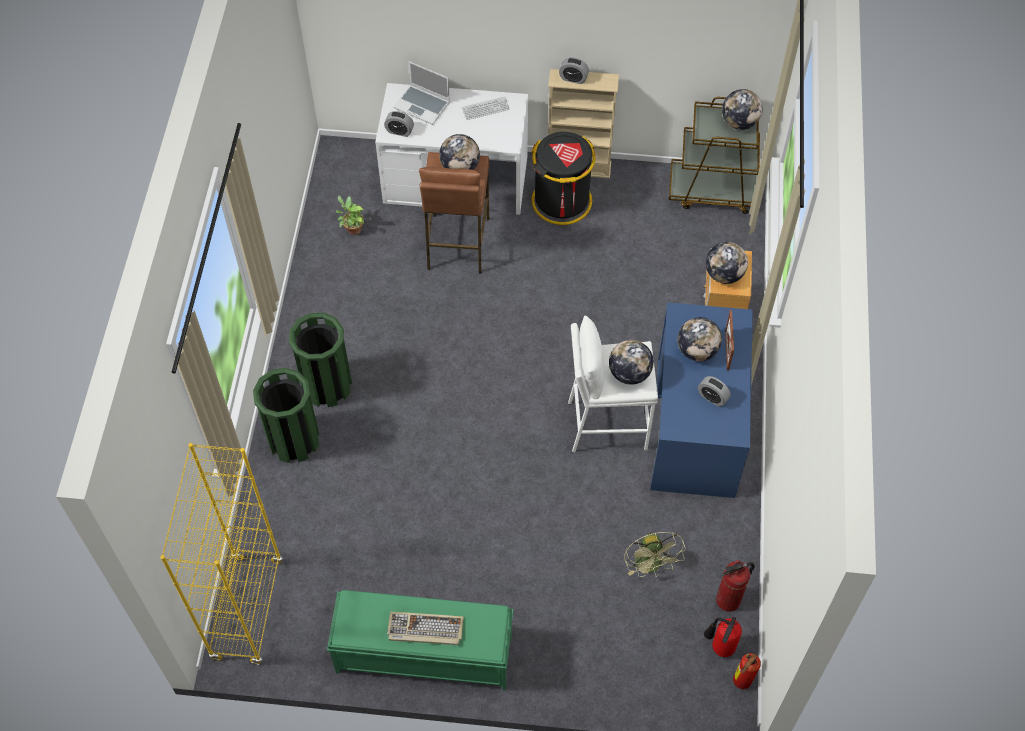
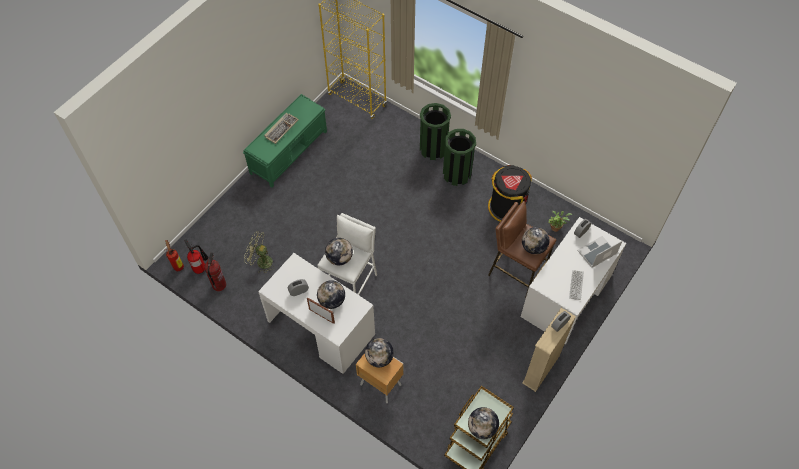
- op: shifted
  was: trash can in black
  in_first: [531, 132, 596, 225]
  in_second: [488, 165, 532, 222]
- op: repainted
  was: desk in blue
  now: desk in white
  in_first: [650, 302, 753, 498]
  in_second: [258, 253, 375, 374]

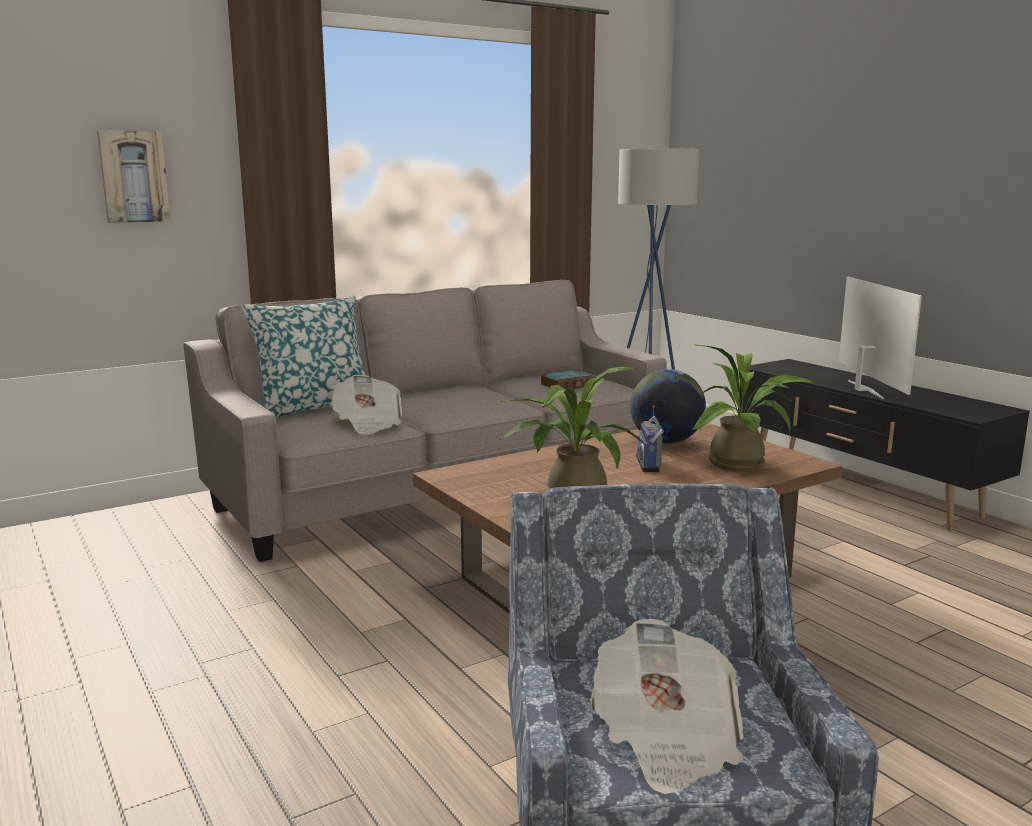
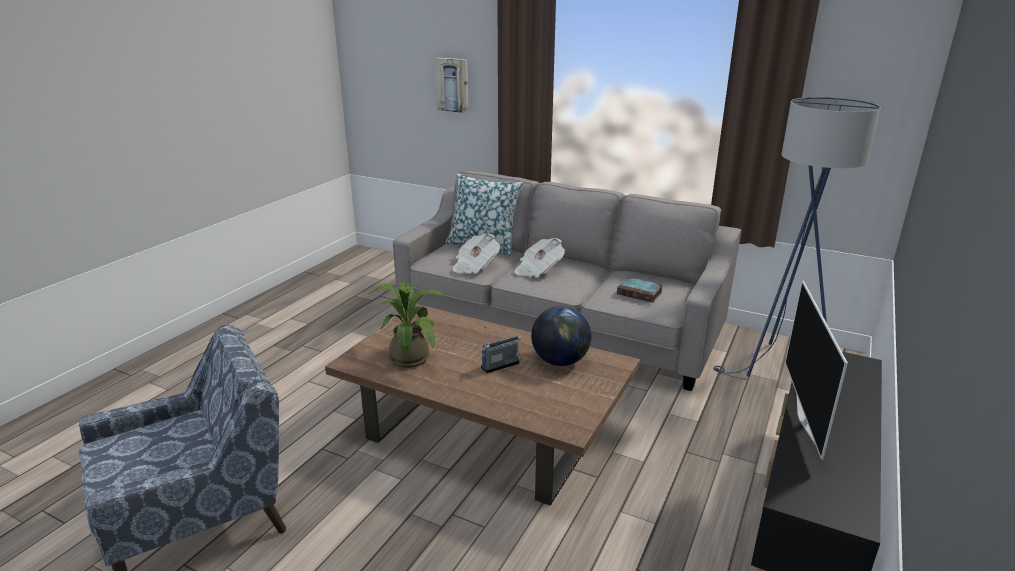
- op: gone
  was: potted plant
  in_first: [691, 345, 815, 472]
- op: shifted
  was: newspaper
  in_first: [590, 619, 743, 794]
  in_second: [514, 238, 565, 277]
- op: rotated
  was: television
  in_first: [839, 277, 922, 399]
  in_second: [785, 281, 848, 460]
  clockwise: 135

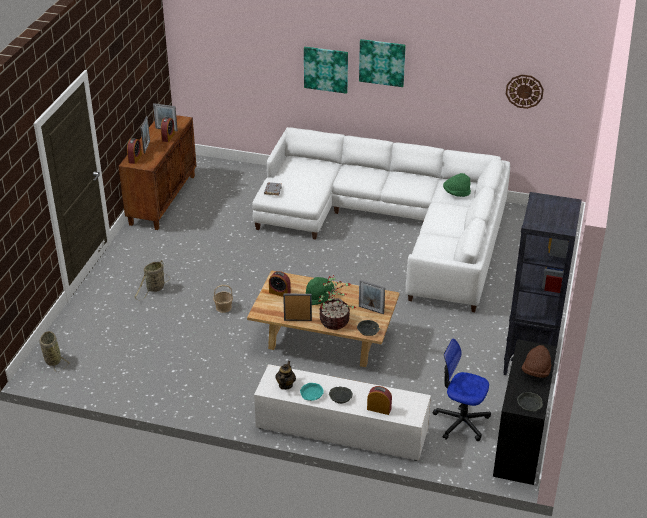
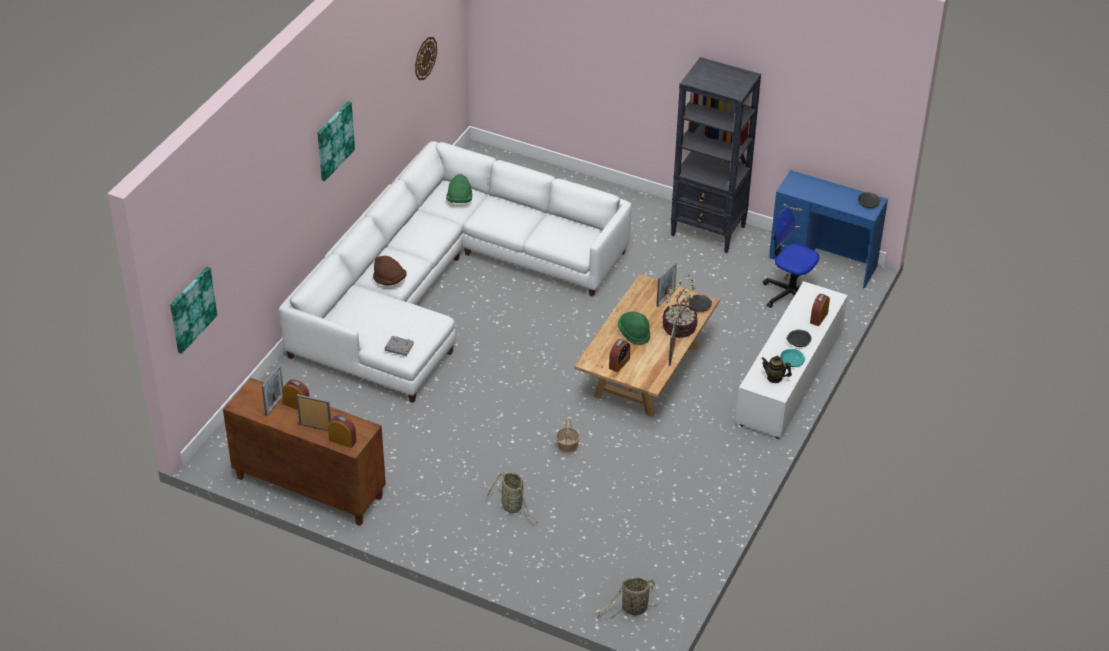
- op: shifted
  was: picture
  in_first: [304, 47, 348, 94]
  in_second: [170, 267, 217, 354]
- op: shifted
  was: hat in brown
  in_first: [522, 345, 551, 378]
  in_second: [373, 256, 407, 286]
- op: repainted
  was: desk in black
  now: desk in blue
  in_first: [493, 339, 557, 485]
  in_second: [769, 170, 888, 289]
- op: rotated
  was: office chair
  in_first: [433, 339, 491, 441]
  in_second: [763, 207, 819, 308]
  clockwise: 90

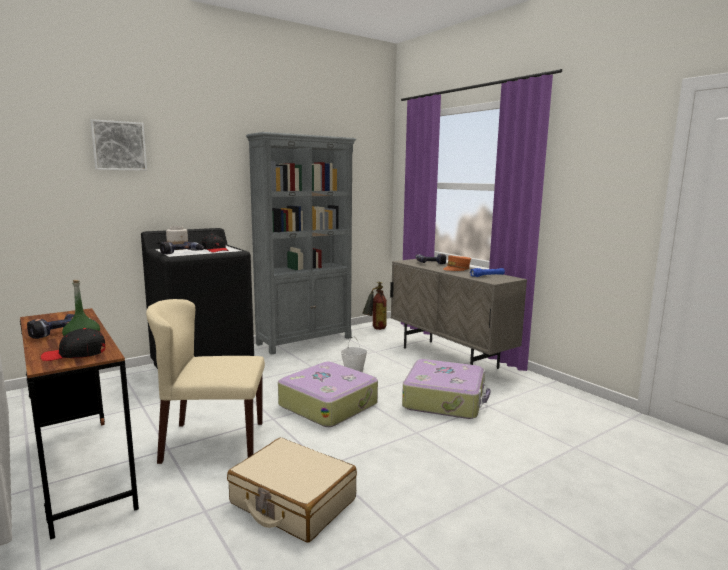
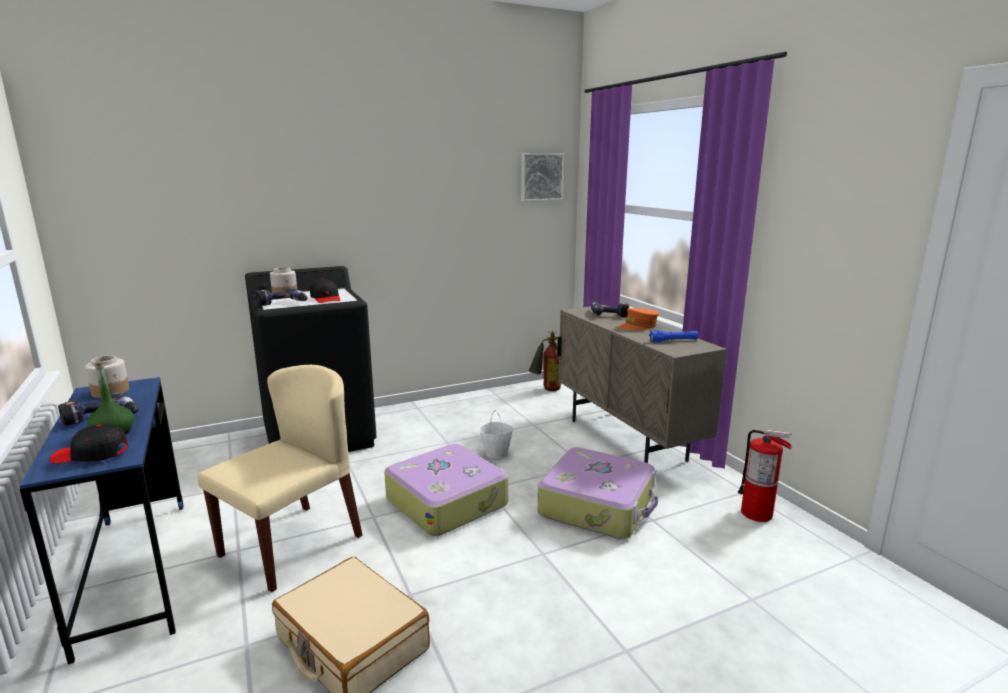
- op: gone
  was: bookcase in grey
  in_first: [246, 132, 356, 355]
- op: new
  now: jar
  in_second: [85, 355, 129, 398]
- op: new
  now: fire extinguisher
  in_second: [738, 430, 792, 522]
- op: shifted
  was: picture
  in_first: [90, 119, 147, 171]
  in_second: [521, 153, 564, 201]
- op: repainted
  was: desk in brown
  now: desk in blue
  in_first: [20, 308, 139, 540]
  in_second: [20, 377, 183, 664]
- op: rotated
  was: chair in beige
  in_first: [146, 299, 265, 464]
  in_second: [198, 365, 362, 592]
  clockwise: 120

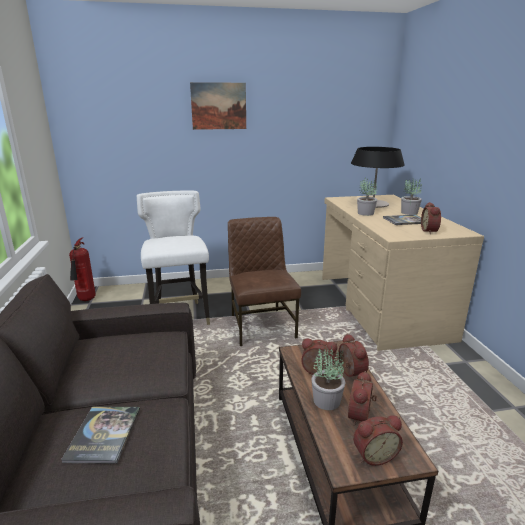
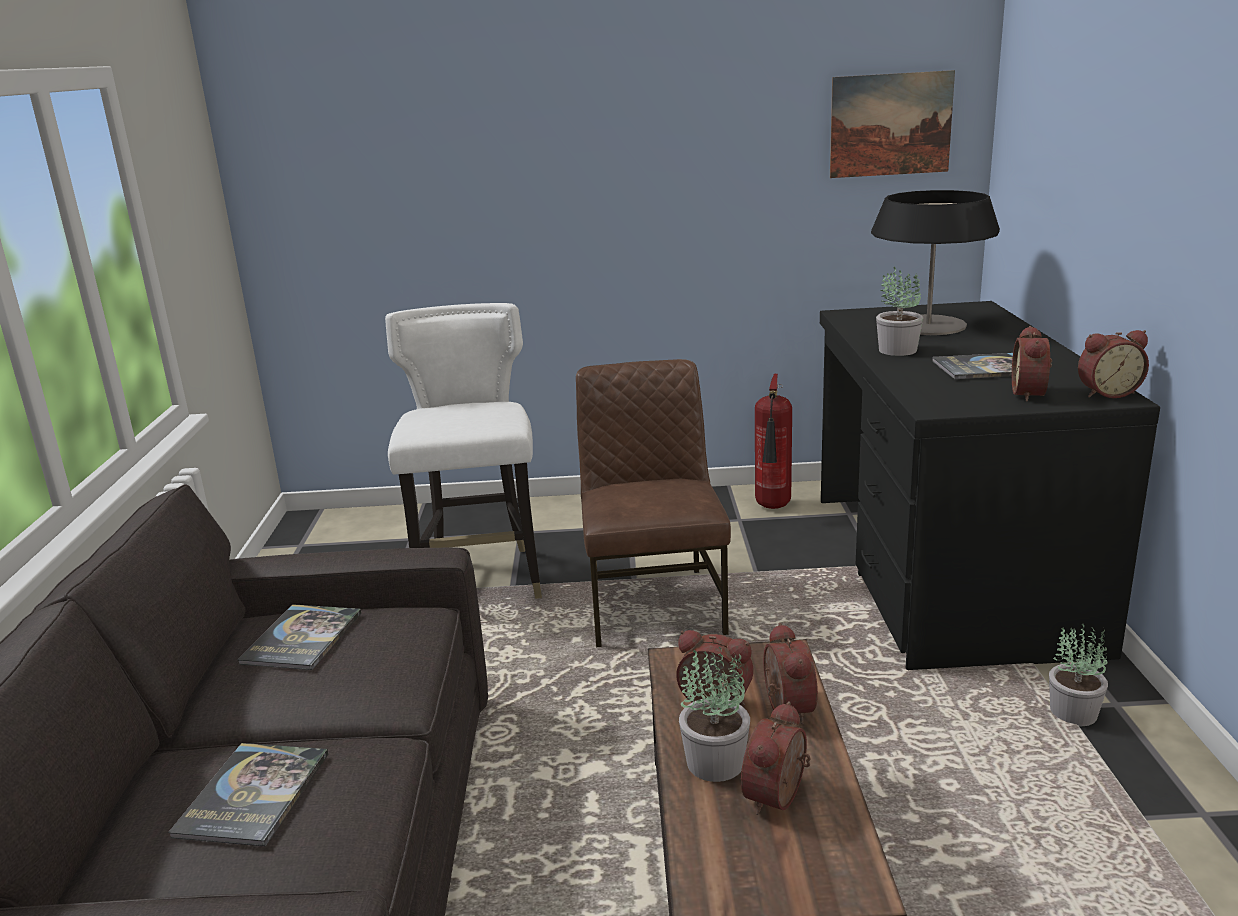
- op: new
  now: book
  in_second: [237, 604, 361, 670]
- op: shifted
  was: fire extinguisher
  in_first: [69, 238, 96, 301]
  in_second: [755, 374, 792, 509]
- op: shifted
  was: picture
  in_first: [190, 82, 246, 130]
  in_second: [830, 70, 955, 178]
- op: shifted
  was: alarm clock
  in_first: [353, 415, 403, 466]
  in_second: [1078, 330, 1149, 398]
- op: shifted
  was: potted plant
  in_first: [401, 178, 422, 215]
  in_second: [1049, 624, 1108, 726]
- op: repainted
  was: desk in beige
  now: desk in black
  in_first: [322, 195, 484, 351]
  in_second: [820, 301, 1160, 670]

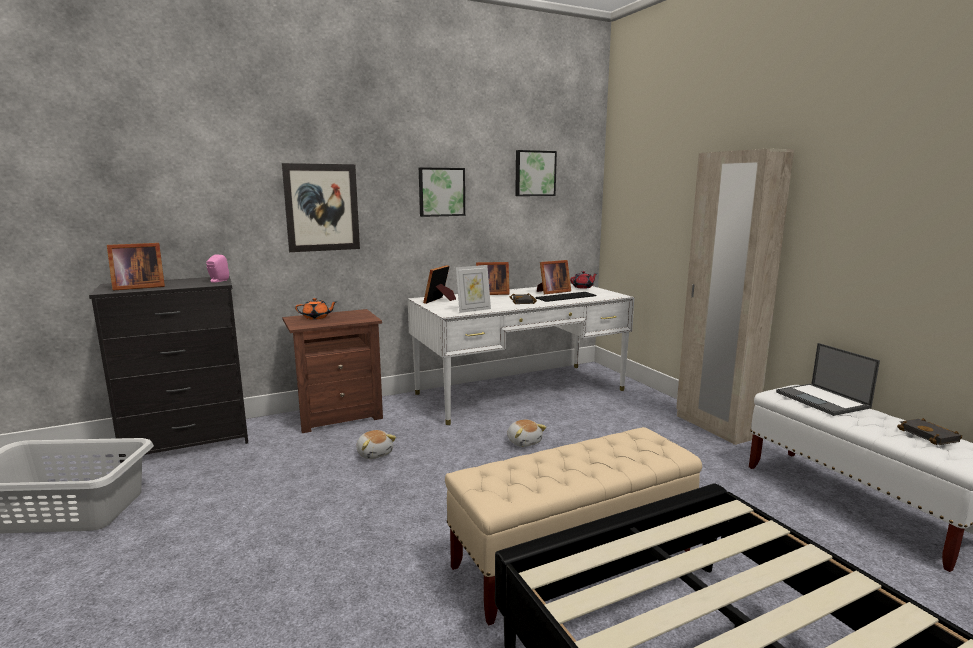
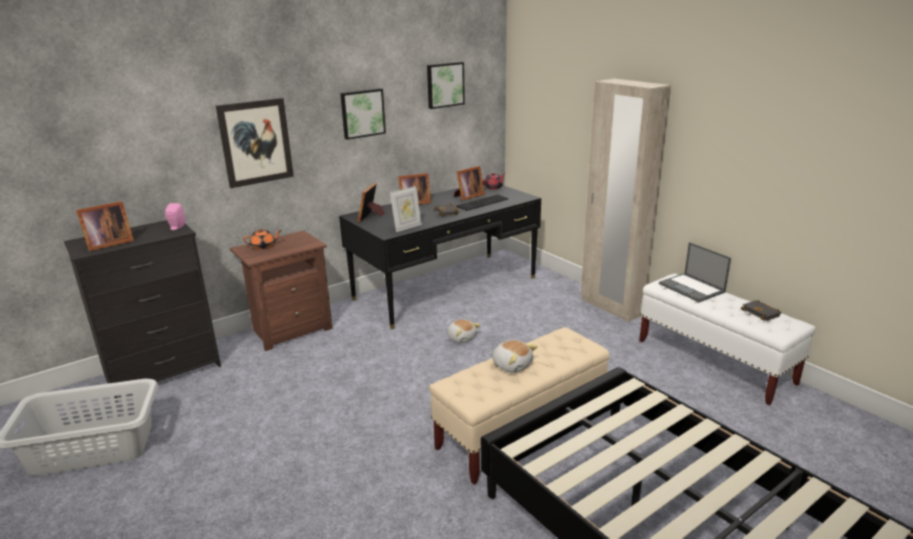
- op: shifted
  was: plush toy
  in_first: [357, 430, 396, 459]
  in_second: [493, 340, 538, 373]
- op: repainted
  was: desk in white
  now: desk in black
  in_first: [408, 284, 634, 425]
  in_second: [339, 185, 541, 329]

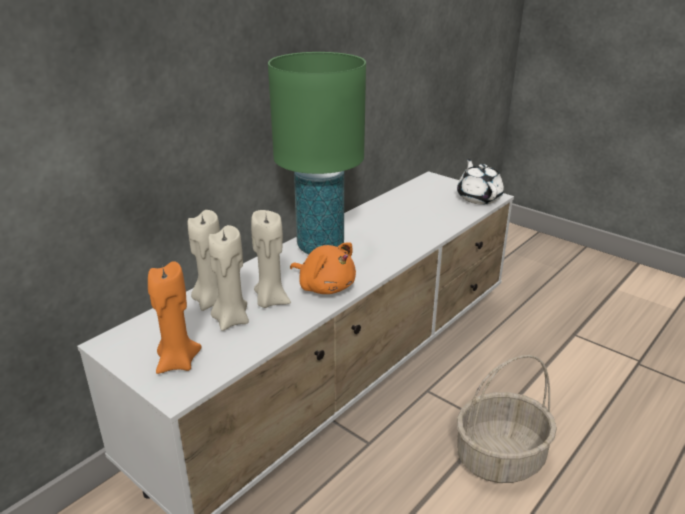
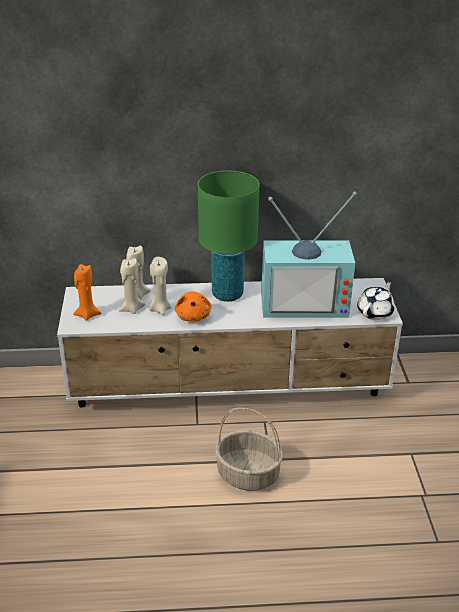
- op: new
  now: television
  in_second: [261, 192, 357, 318]

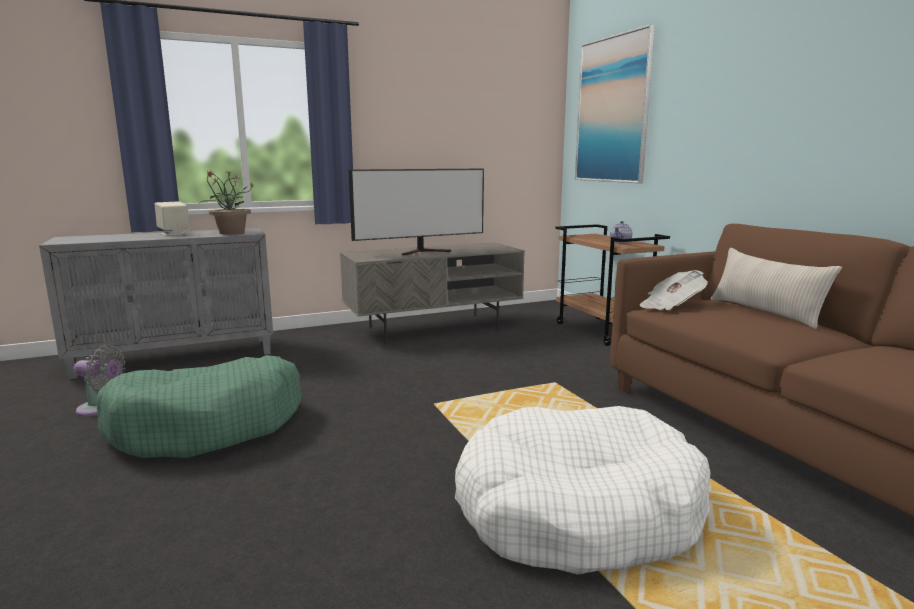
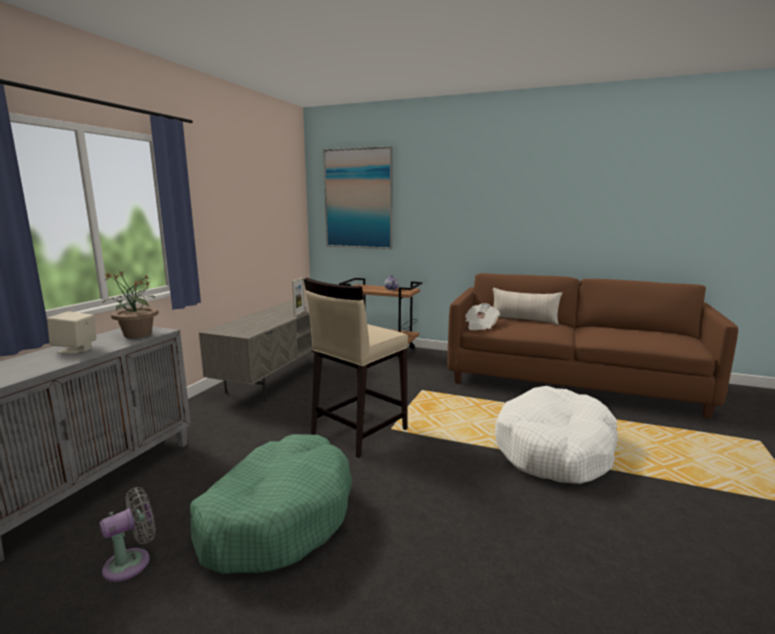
- op: gone
  was: television
  in_first: [349, 169, 484, 255]
- op: new
  now: picture frame
  in_second: [292, 277, 305, 317]
- op: new
  now: stool in beige
  in_second: [304, 278, 408, 458]

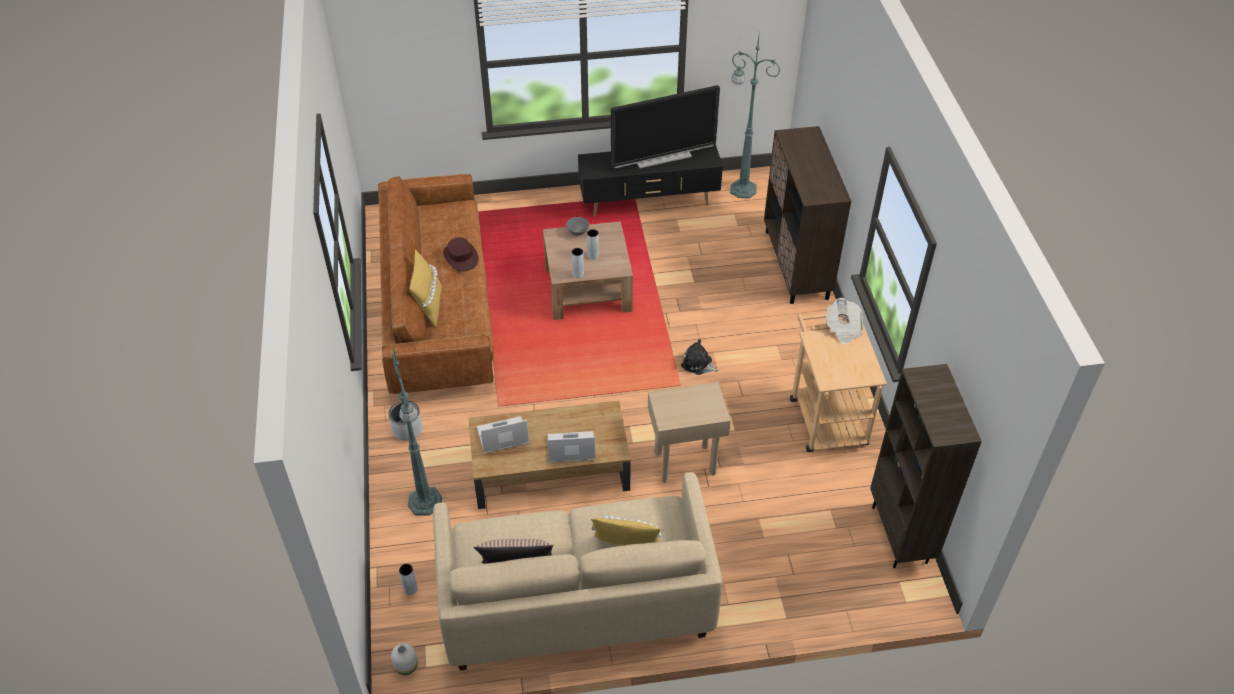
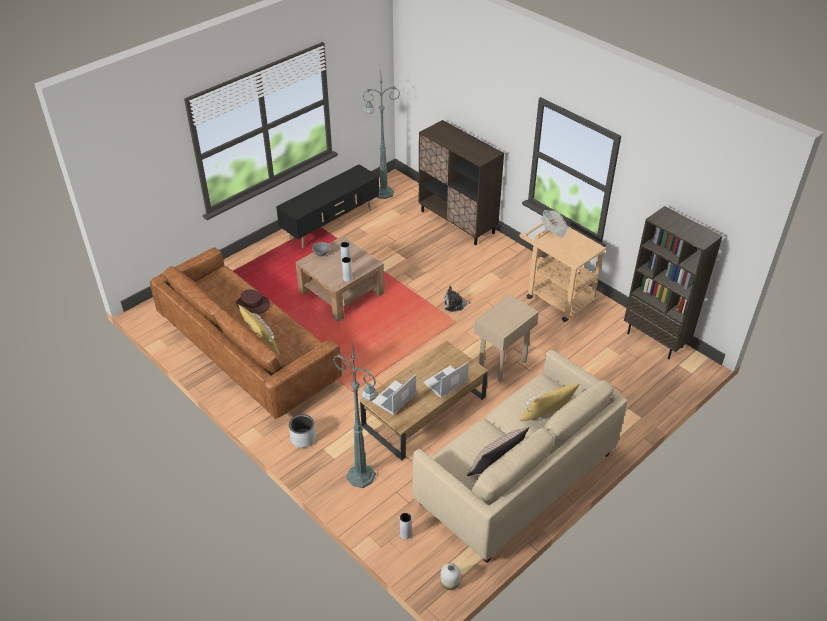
- op: gone
  was: television
  in_first: [611, 85, 720, 169]

